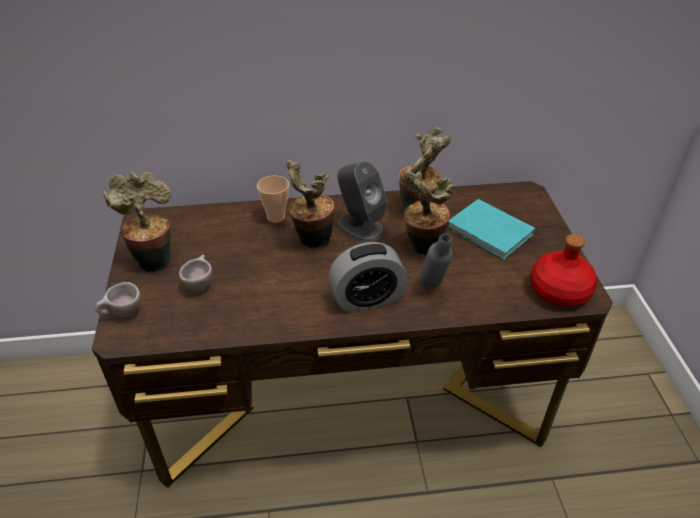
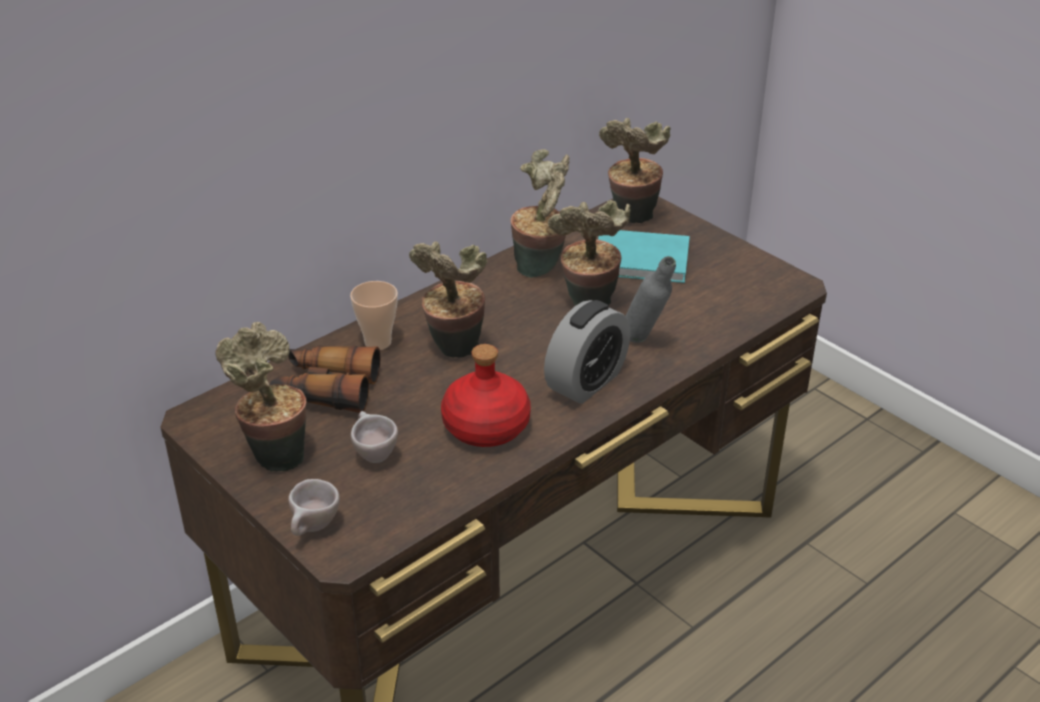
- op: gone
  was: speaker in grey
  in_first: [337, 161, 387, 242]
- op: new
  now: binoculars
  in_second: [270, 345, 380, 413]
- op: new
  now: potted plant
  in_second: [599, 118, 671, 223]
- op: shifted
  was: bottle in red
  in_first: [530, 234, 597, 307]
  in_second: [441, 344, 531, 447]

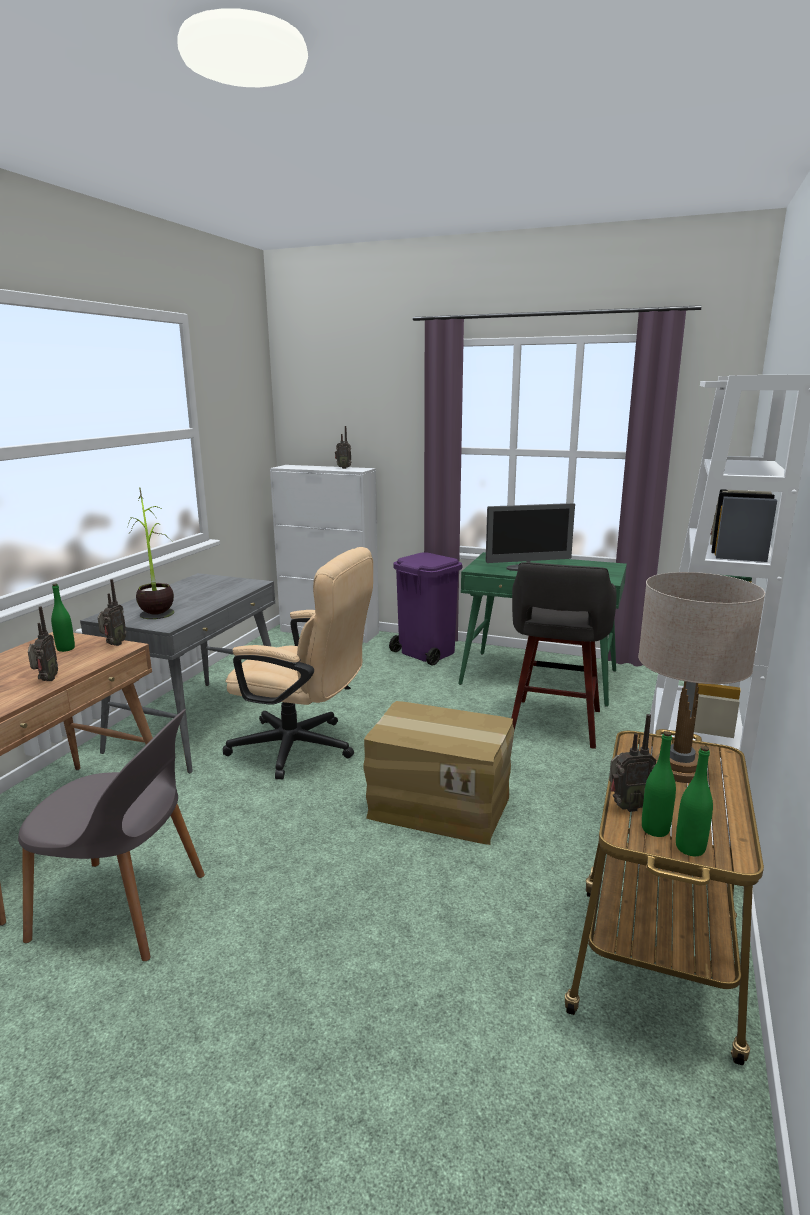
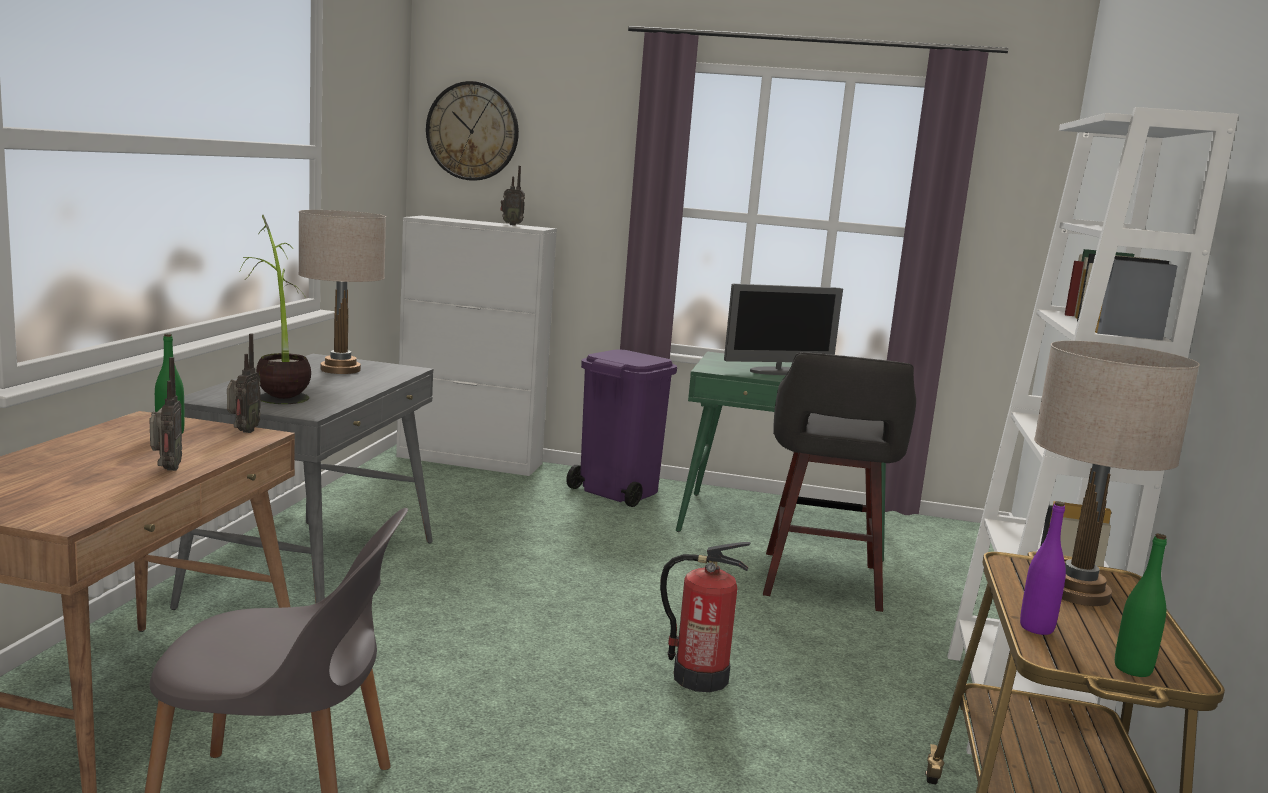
- op: gone
  was: office chair in beige
  in_first: [223, 547, 373, 780]
- op: gone
  was: bottle in green
  in_first: [642, 731, 676, 837]
- op: new
  now: table lamp in beige
  in_second: [298, 210, 386, 374]
- op: new
  now: wall clock
  in_second: [426, 81, 519, 180]
- op: swapped
  was: cardboard box
  now: fire extinguisher
  in_first: [363, 701, 514, 845]
  in_second: [660, 542, 751, 692]
- op: swapped
  was: radio
  now: bottle in purple
  in_first: [609, 714, 656, 812]
  in_second: [1020, 501, 1066, 635]

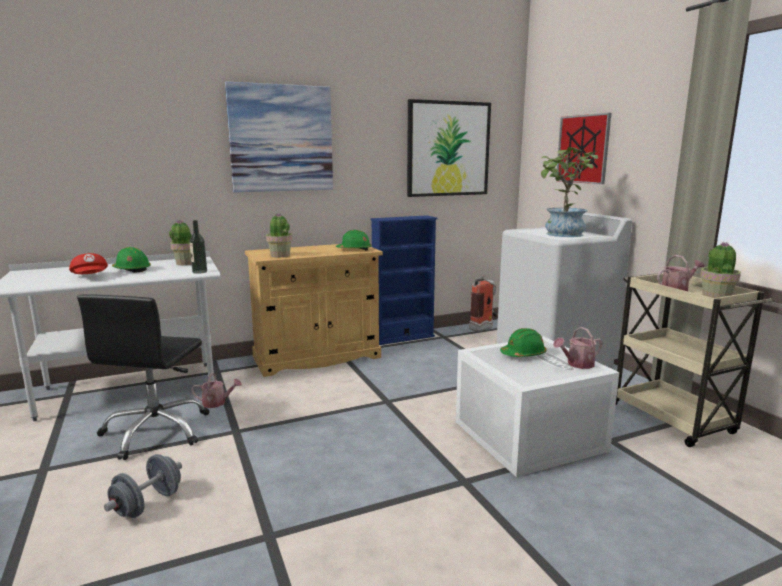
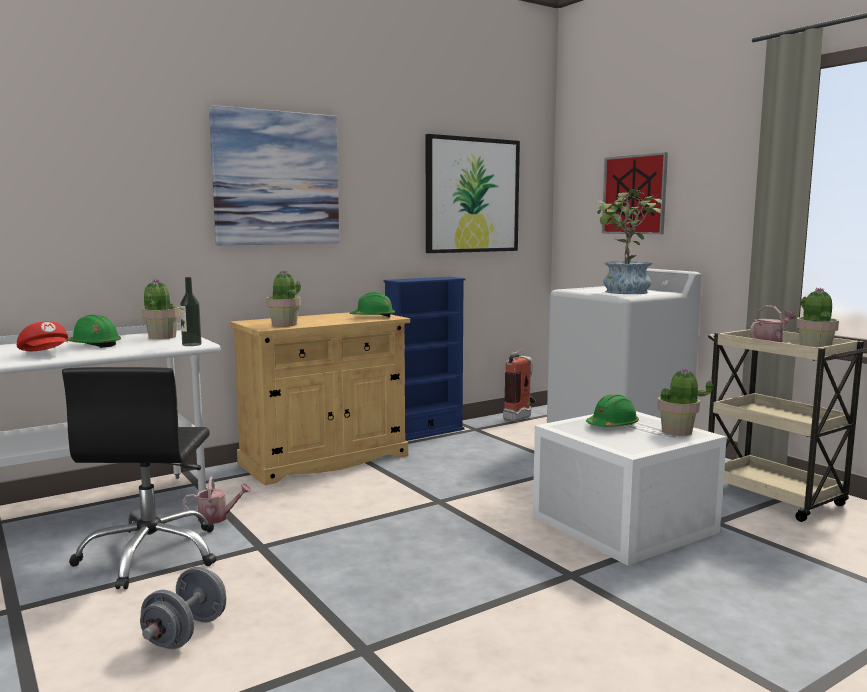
- op: swapped
  was: watering can
  now: potted plant
  in_first: [553, 327, 602, 369]
  in_second: [658, 368, 713, 436]

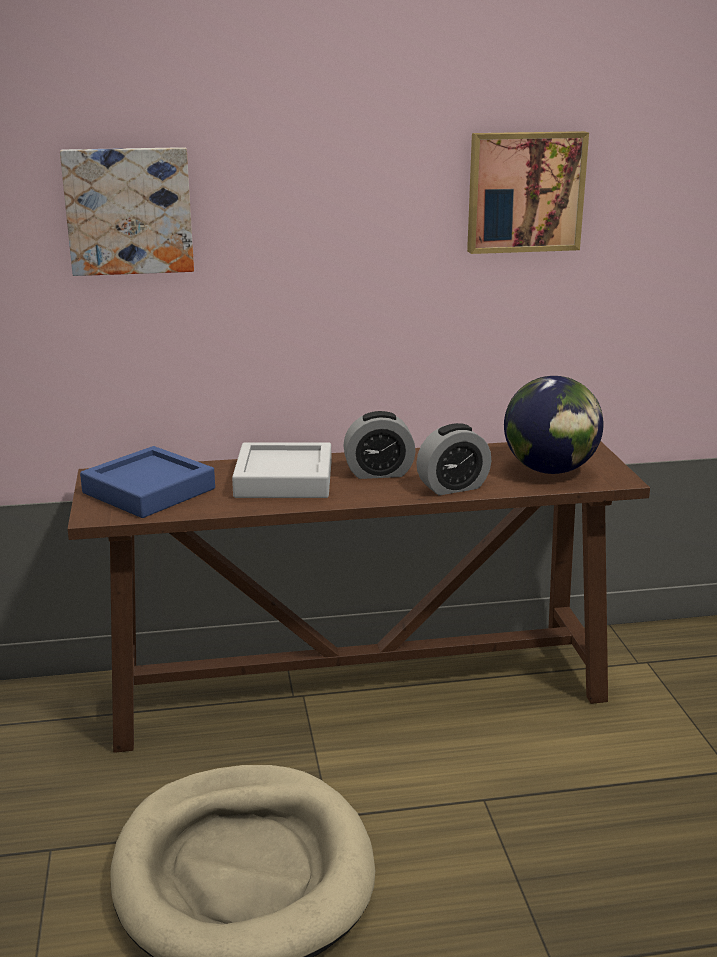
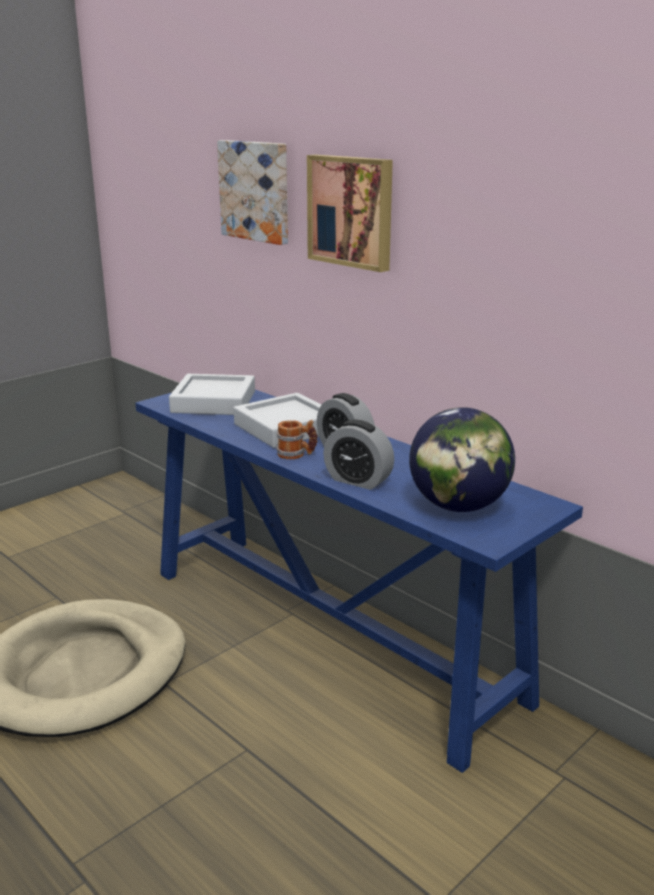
- op: new
  now: mug
  in_second: [276, 420, 318, 460]
- op: shifted
  was: picture
  in_first: [467, 131, 589, 254]
  in_second: [307, 155, 393, 272]
- op: repainted
  was: console table in brown
  now: console table in blue
  in_first: [68, 441, 650, 753]
  in_second: [135, 389, 583, 773]
- op: repainted
  was: tray in blue
  now: tray in grey
  in_first: [80, 446, 215, 518]
  in_second: [169, 374, 255, 415]

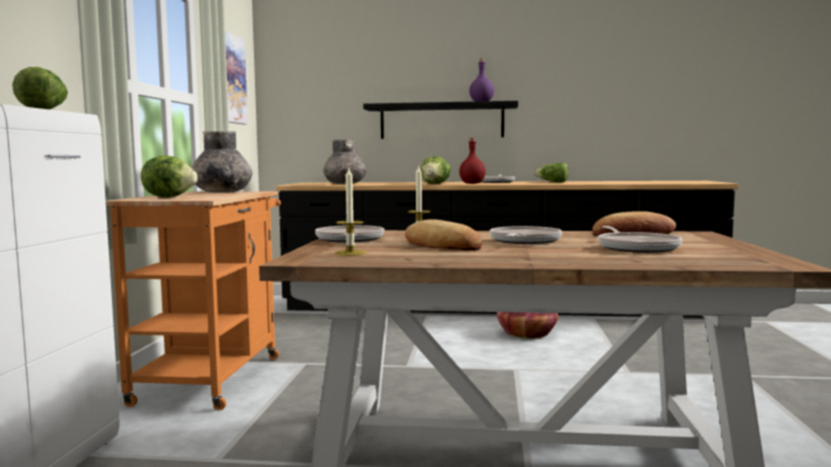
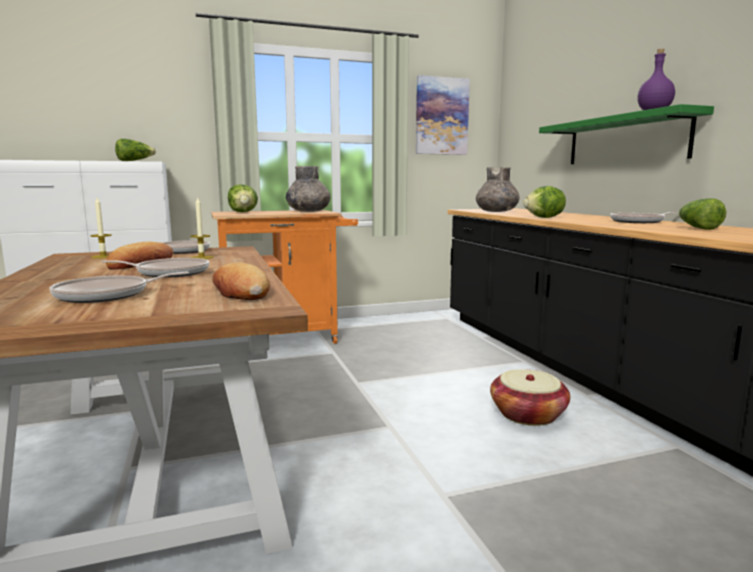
- op: gone
  was: bottle in red
  in_first: [459, 138, 486, 184]
- op: repainted
  was: shelf in black
  now: shelf in green
  in_first: [363, 101, 518, 139]
  in_second: [539, 104, 714, 164]

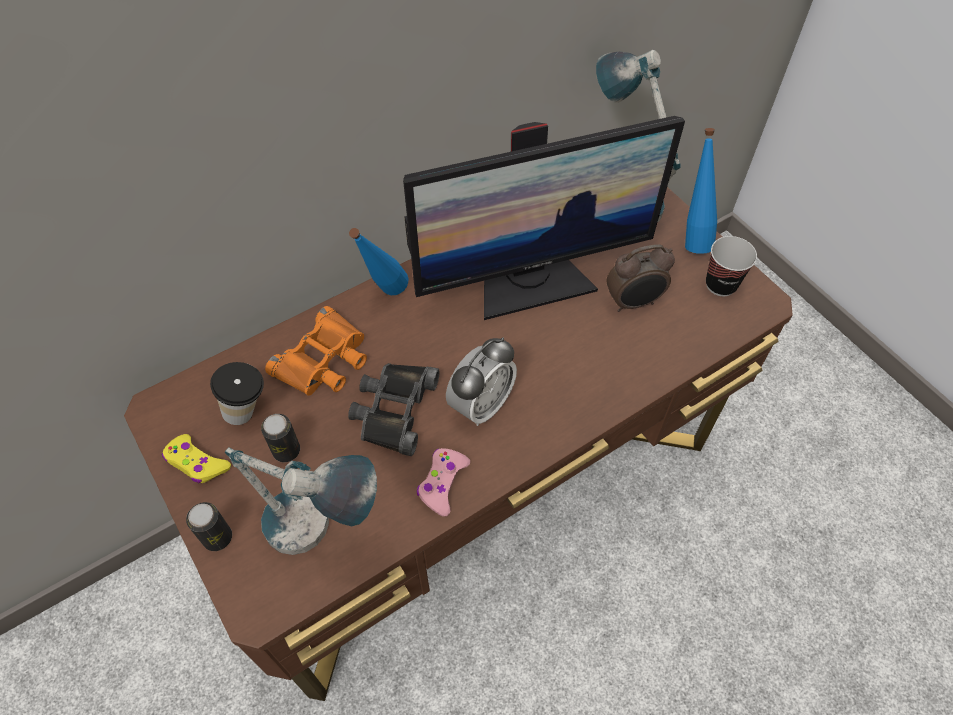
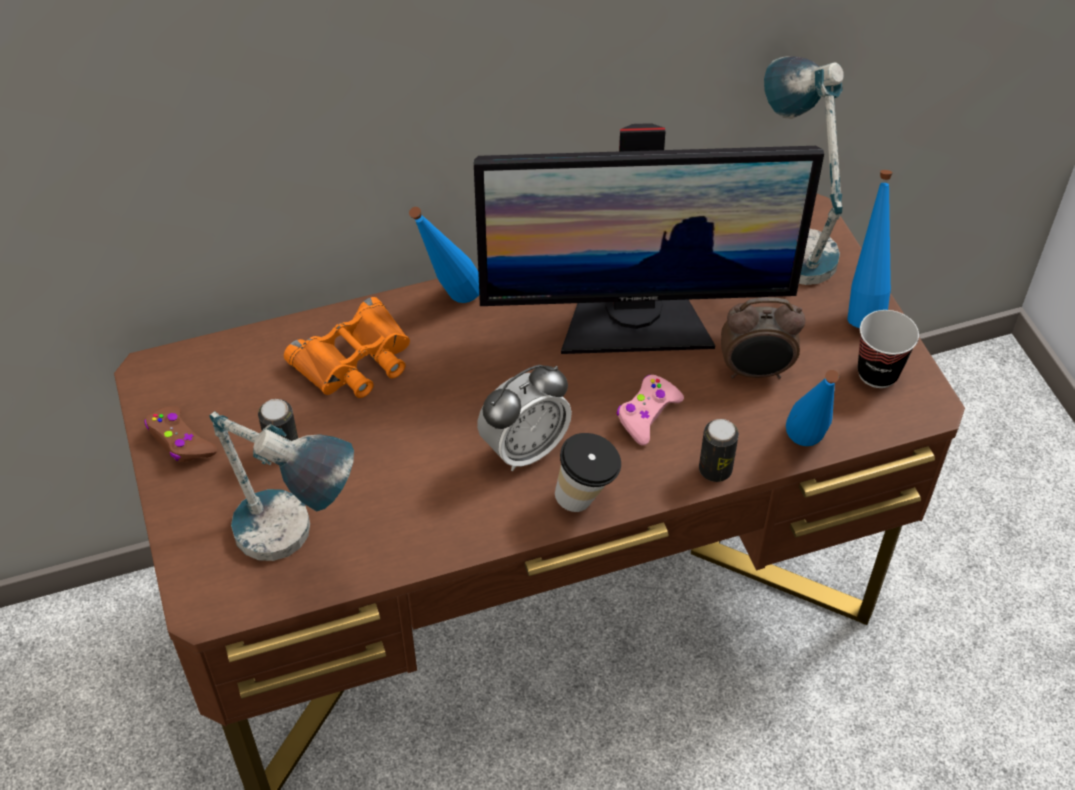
- op: gone
  was: binoculars in black
  in_first: [348, 363, 440, 456]
- op: new
  now: bottle in blue
  in_second: [786, 370, 839, 446]
- op: shifted
  was: can
  in_first: [186, 502, 232, 551]
  in_second: [699, 419, 739, 482]
- op: shifted
  was: cup
  in_first: [210, 362, 264, 425]
  in_second: [555, 433, 621, 512]
- op: shifted
  was: game controller in pink
  in_first: [417, 448, 470, 517]
  in_second: [617, 375, 684, 446]
- op: repainted
  was: game controller in yellow
  now: game controller in brown
  in_first: [162, 434, 231, 483]
  in_second: [145, 406, 217, 462]

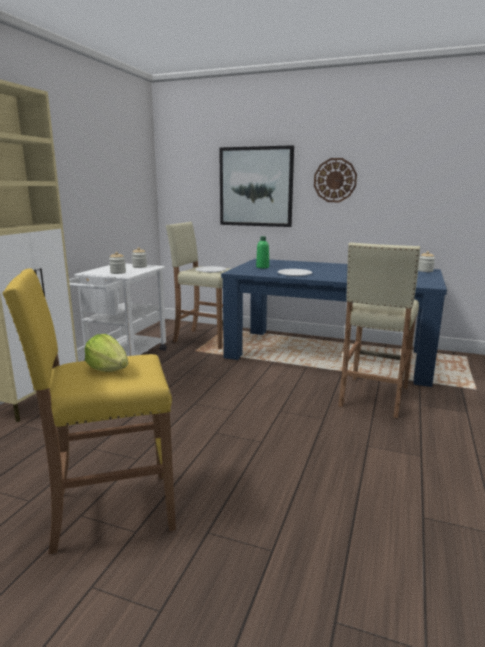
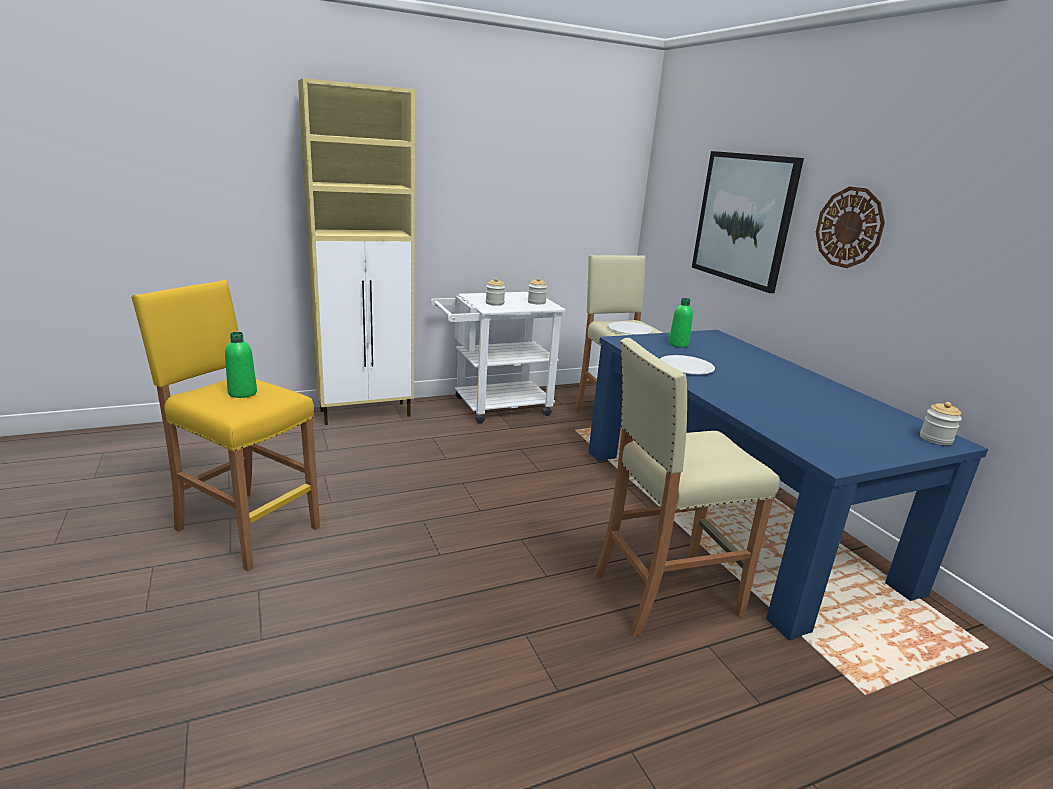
- op: swapped
  was: lettuce
  now: bottle in green
  in_first: [85, 334, 128, 372]
  in_second: [225, 332, 257, 398]

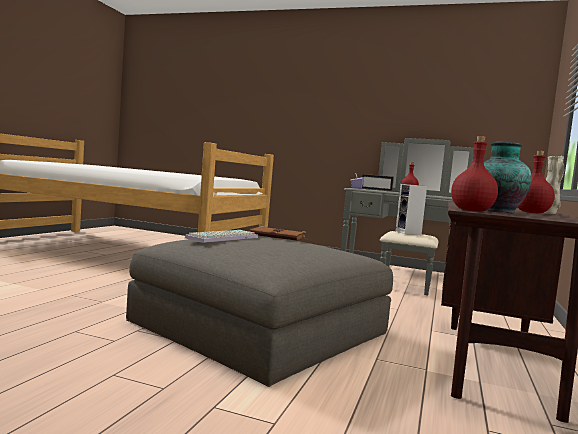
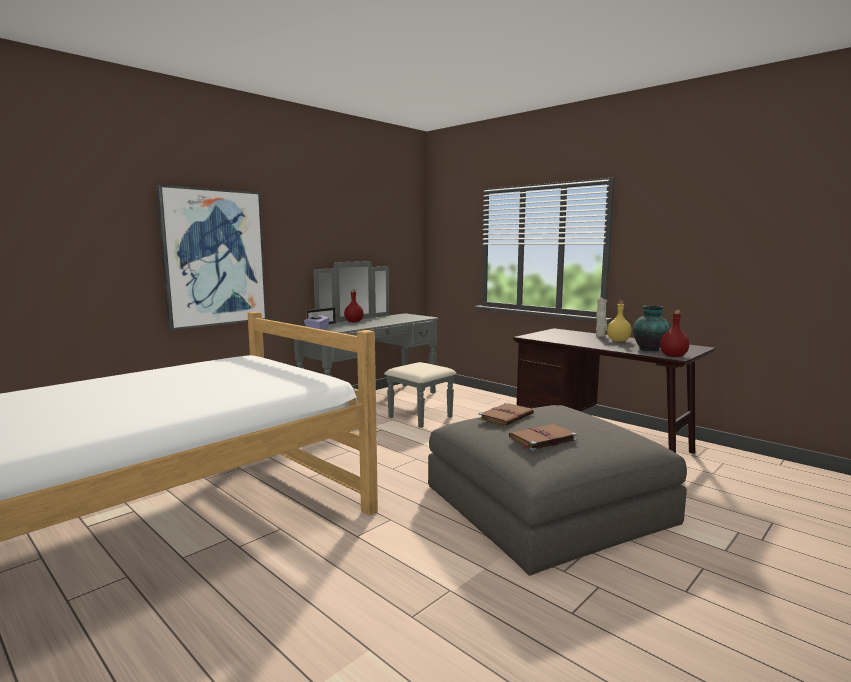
- op: gone
  was: speaker
  in_first: [395, 184, 427, 235]
- op: new
  now: picture
  in_second: [156, 185, 267, 330]
- op: swapped
  was: keyboard
  now: book in brown
  in_first: [185, 230, 258, 243]
  in_second: [509, 424, 577, 451]
- op: repainted
  was: bottle in red
  now: bottle in yellow
  in_first: [518, 151, 555, 213]
  in_second: [607, 301, 632, 342]

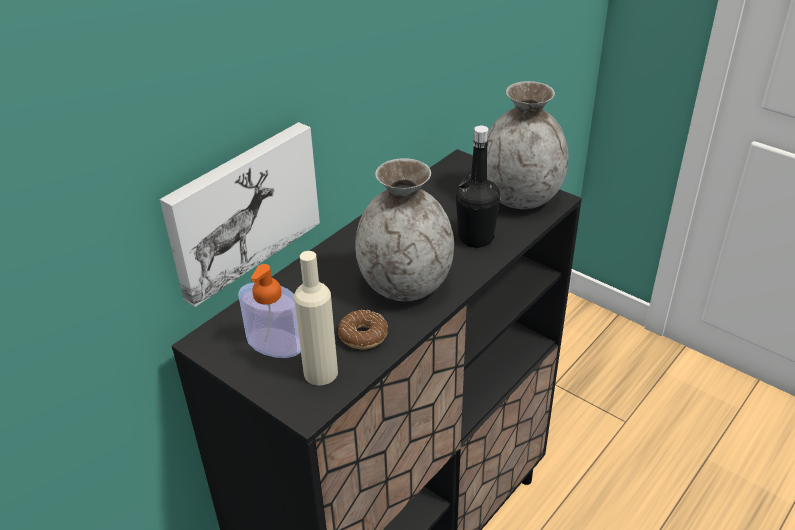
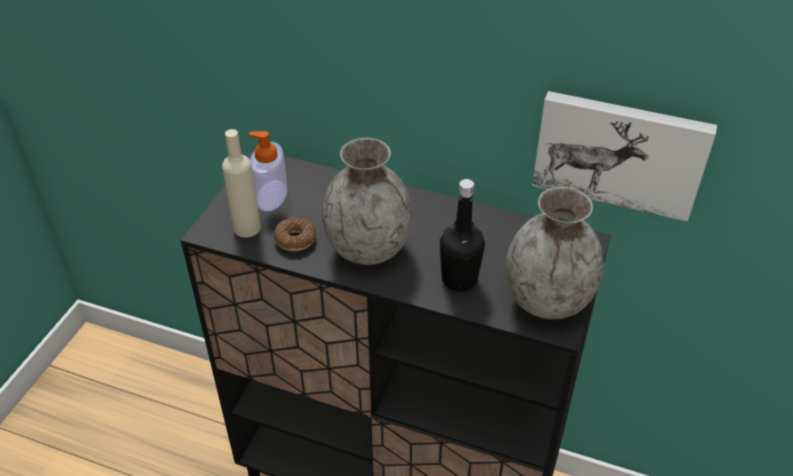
- op: shifted
  was: picture
  in_first: [160, 122, 320, 307]
  in_second: [532, 91, 717, 222]

